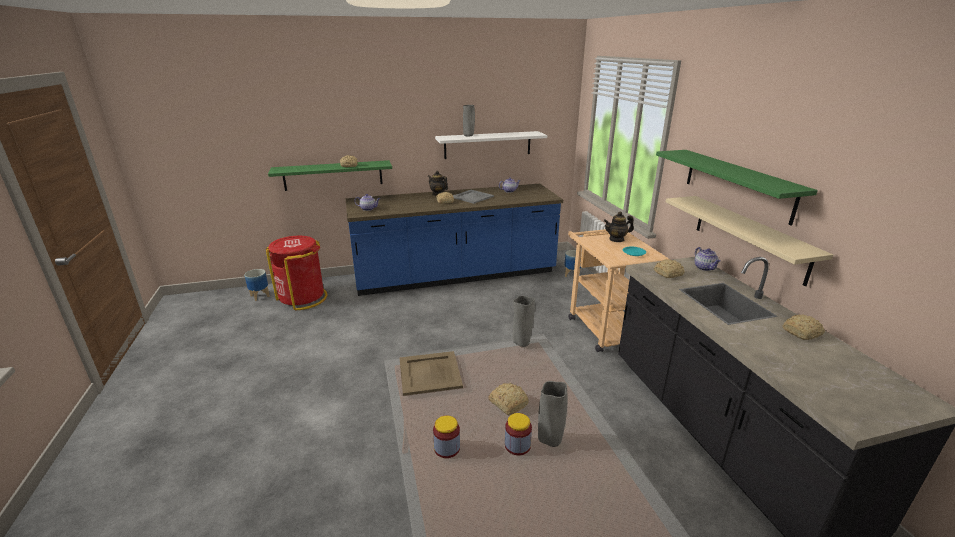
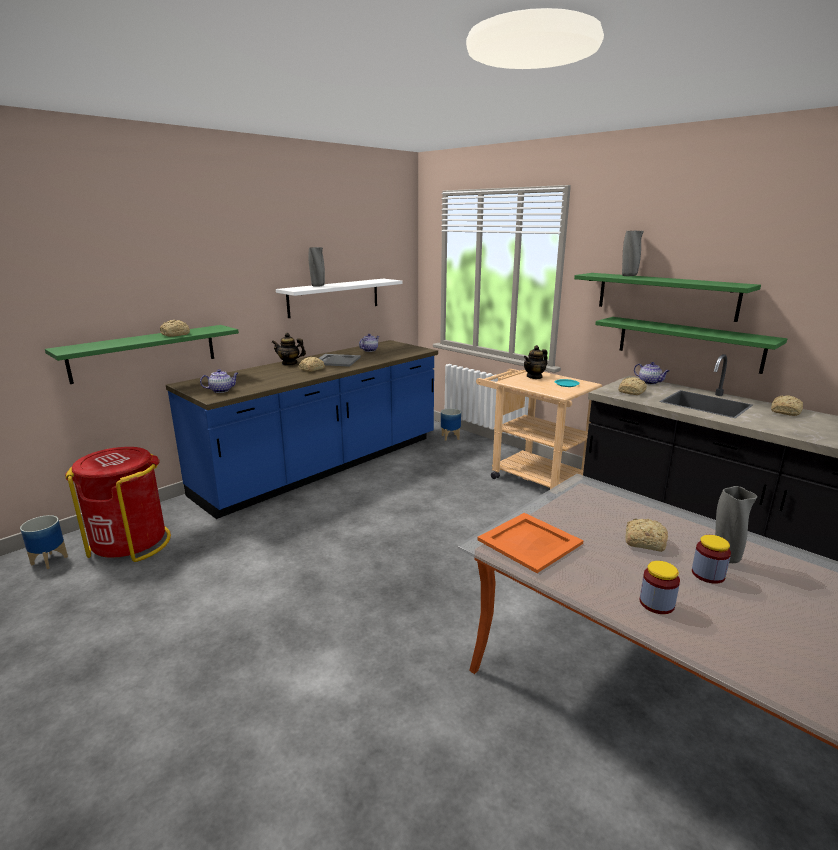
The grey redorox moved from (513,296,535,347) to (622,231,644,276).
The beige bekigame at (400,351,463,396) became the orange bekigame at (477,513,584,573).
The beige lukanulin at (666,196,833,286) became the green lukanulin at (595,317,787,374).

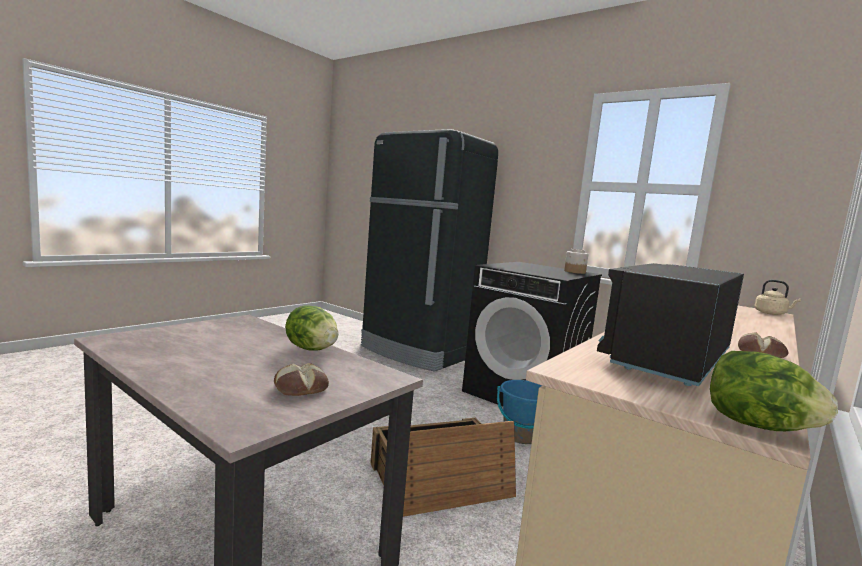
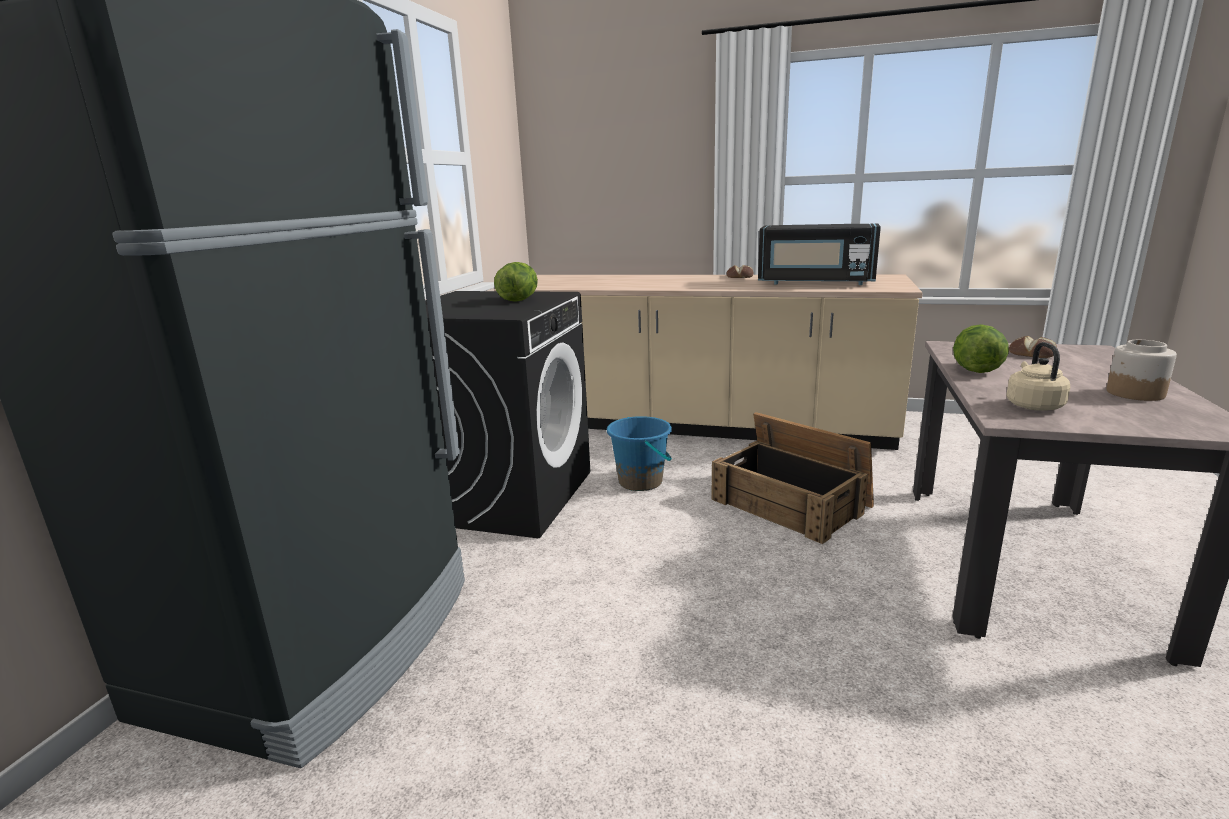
The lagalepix moved from (564,249,588,274) to (1106,340,1177,401).
The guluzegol moved from (710,351,838,431) to (494,262,538,302).
The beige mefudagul moved from (755,280,801,315) to (1006,342,1070,411).

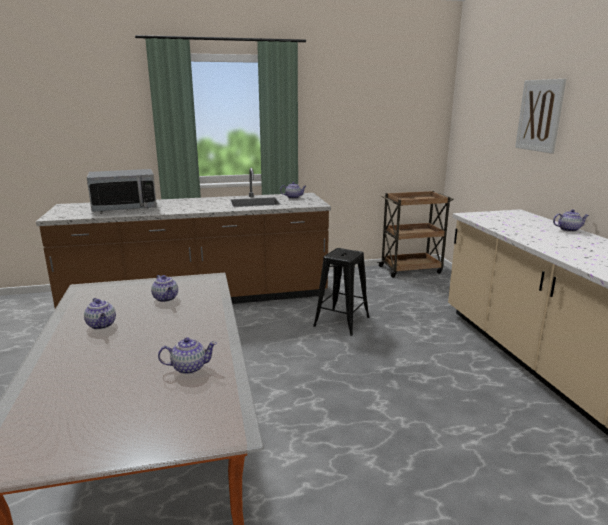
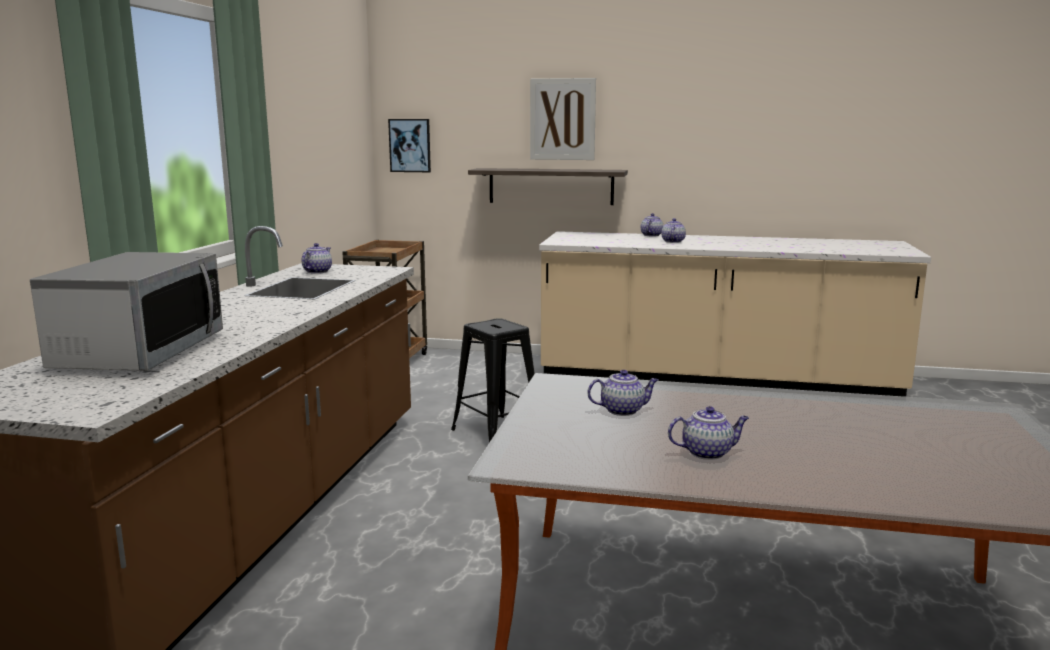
The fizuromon at (388,119,431,172) appeared.
The lukanulin at (468,168,628,205) appeared.
The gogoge moved from (158,337,217,374) to (661,218,686,243).

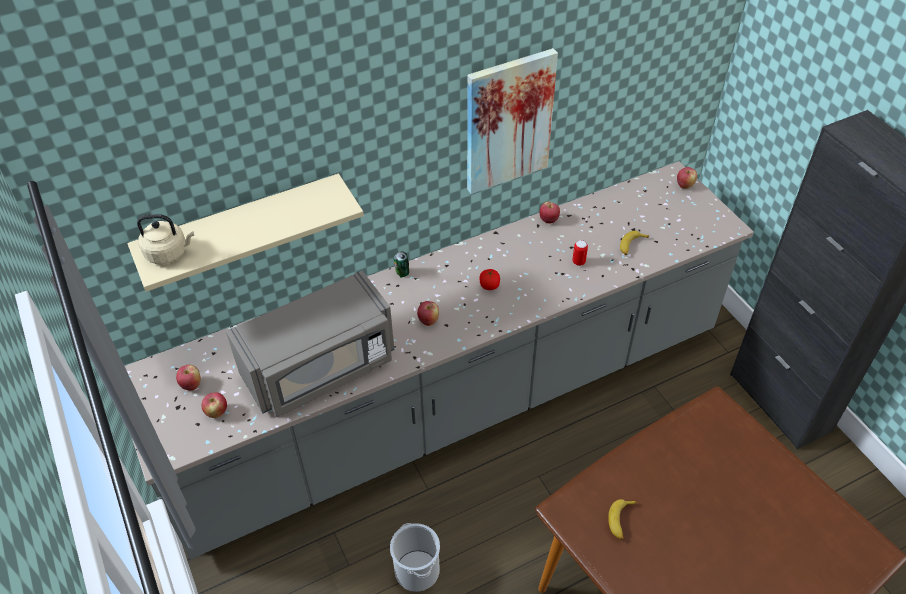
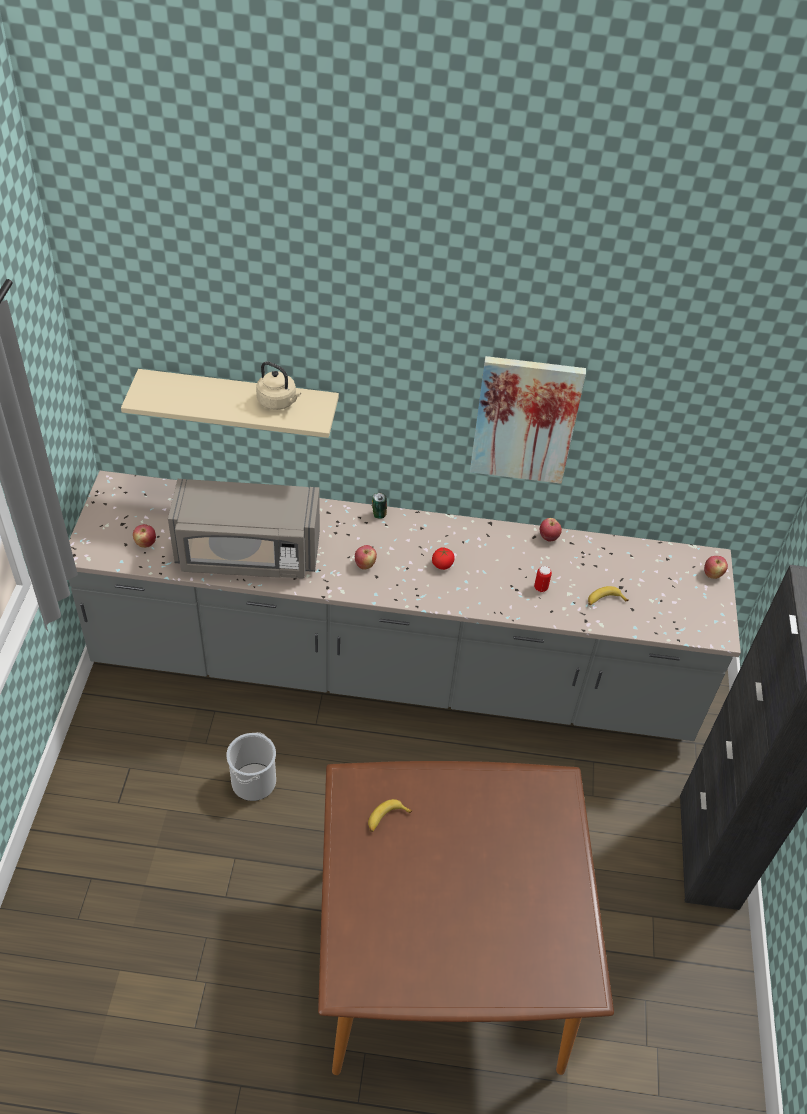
The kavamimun at (176,365,201,391) disappeared.
The beige mefudagul moved from (137,214,194,264) to (256,361,301,410).

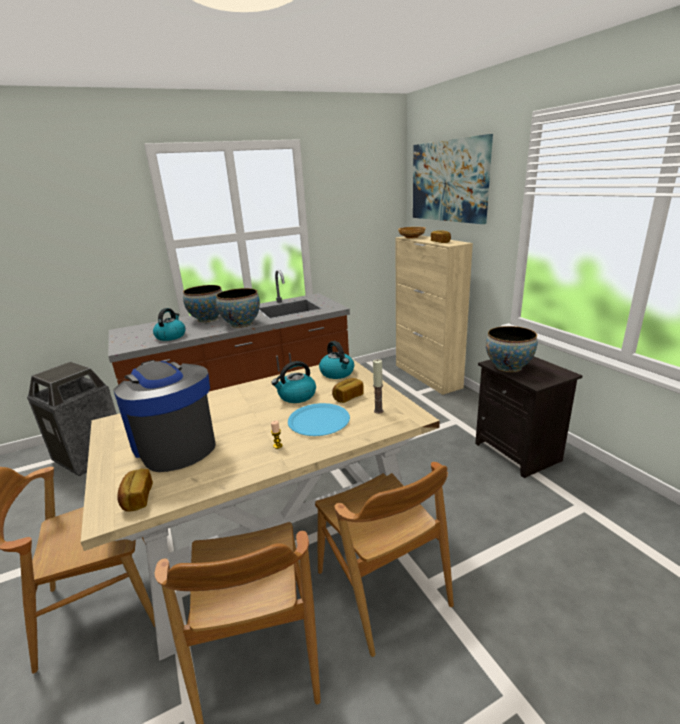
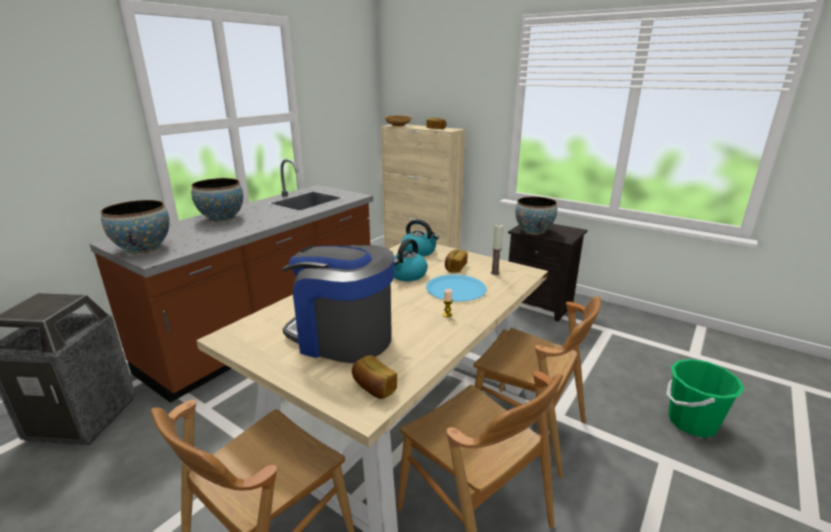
The mefudagul at (153,308,186,341) disappeared.
The fizuromon at (413,134,493,224) disappeared.
The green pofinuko at (666,359,745,438) appeared.
The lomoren moved from (216,288,260,328) to (100,200,169,254).

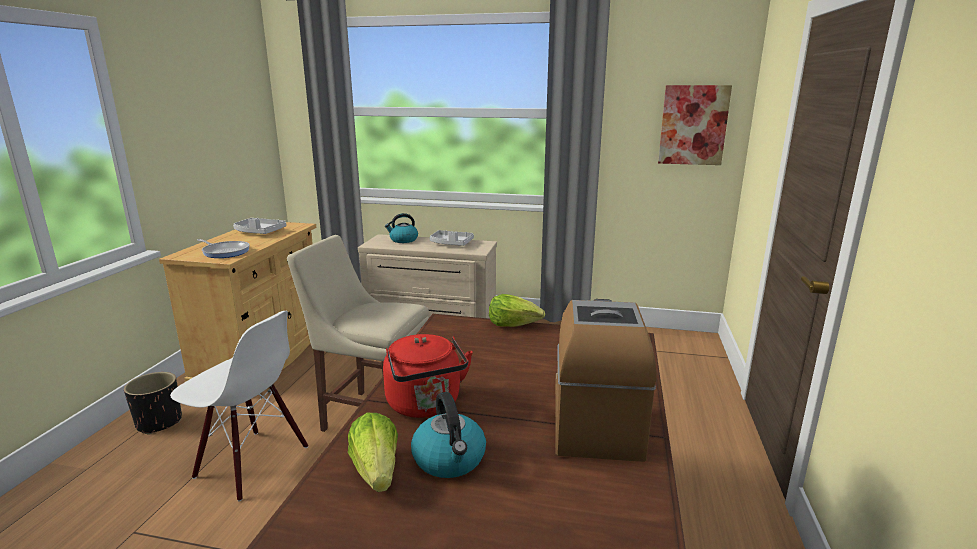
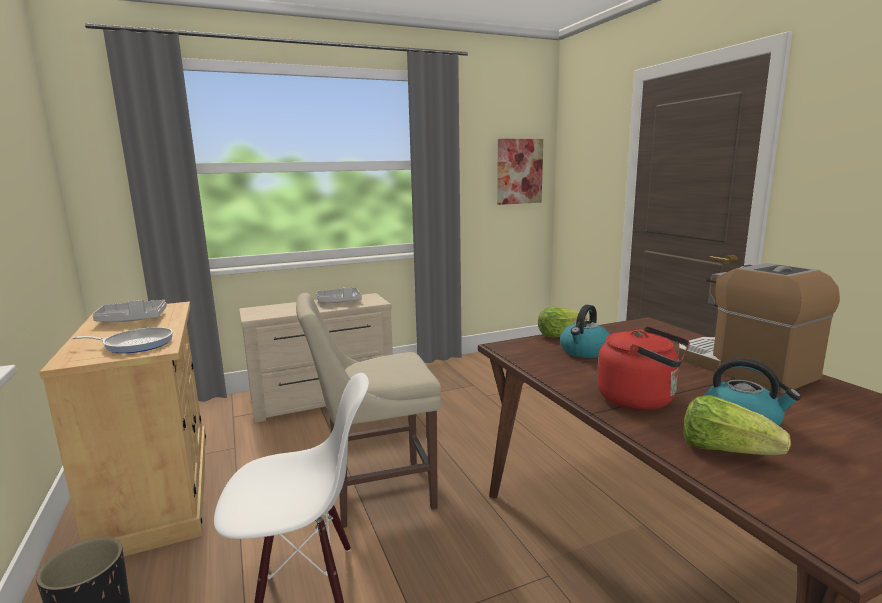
The mefudagul moved from (385,213,418,243) to (560,305,610,358).

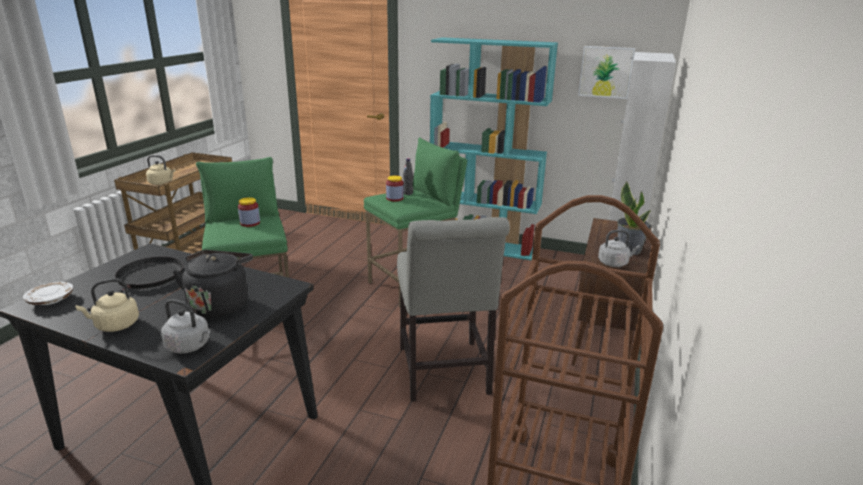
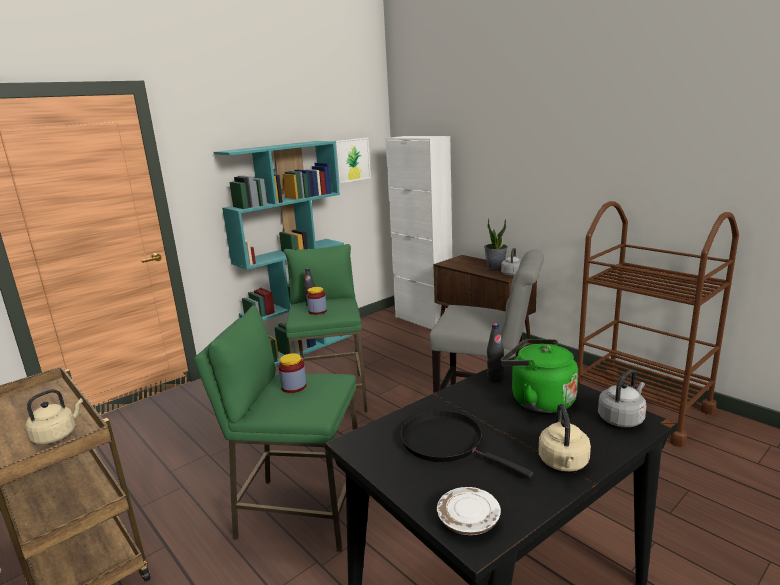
The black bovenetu at (487,323,504,381) appeared.
The black mefudagul at (173,250,253,318) became the green mefudagul at (501,339,578,413).

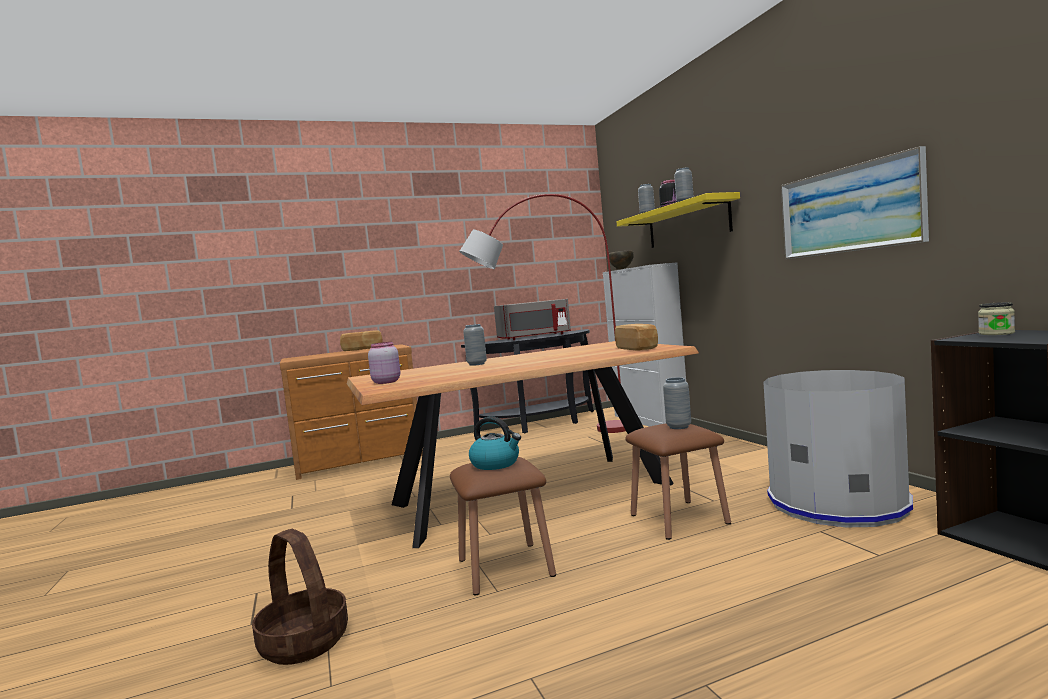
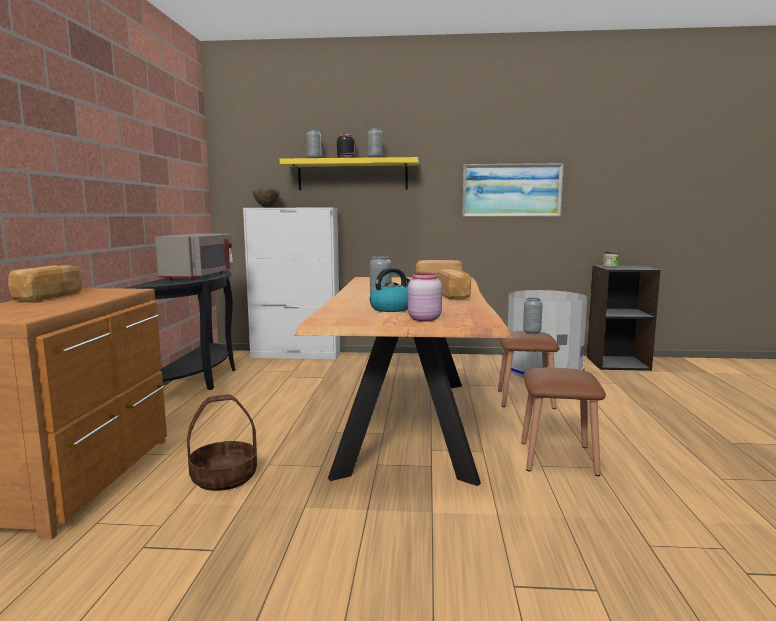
The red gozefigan at (459,194,626,433) disappeared.
The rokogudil at (437,269,471,299) appeared.
The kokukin moved from (252,529,348,665) to (187,395,257,491).
The mefudagul moved from (469,416,521,470) to (370,268,410,312).

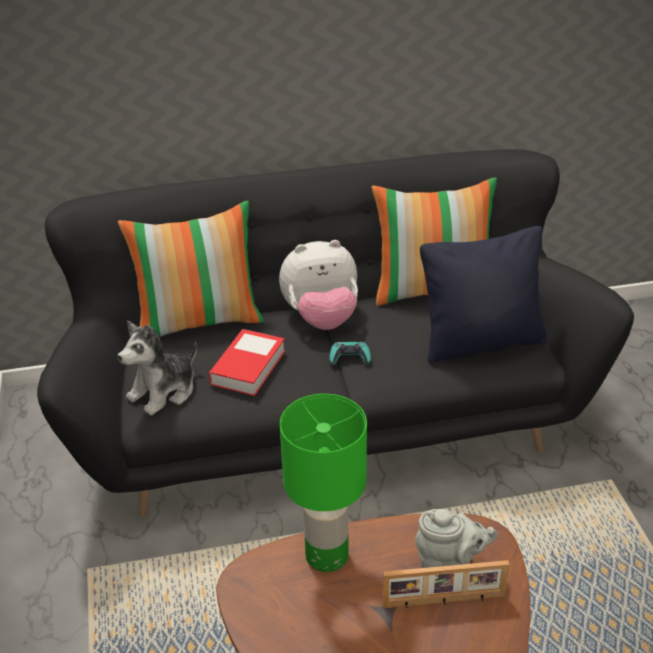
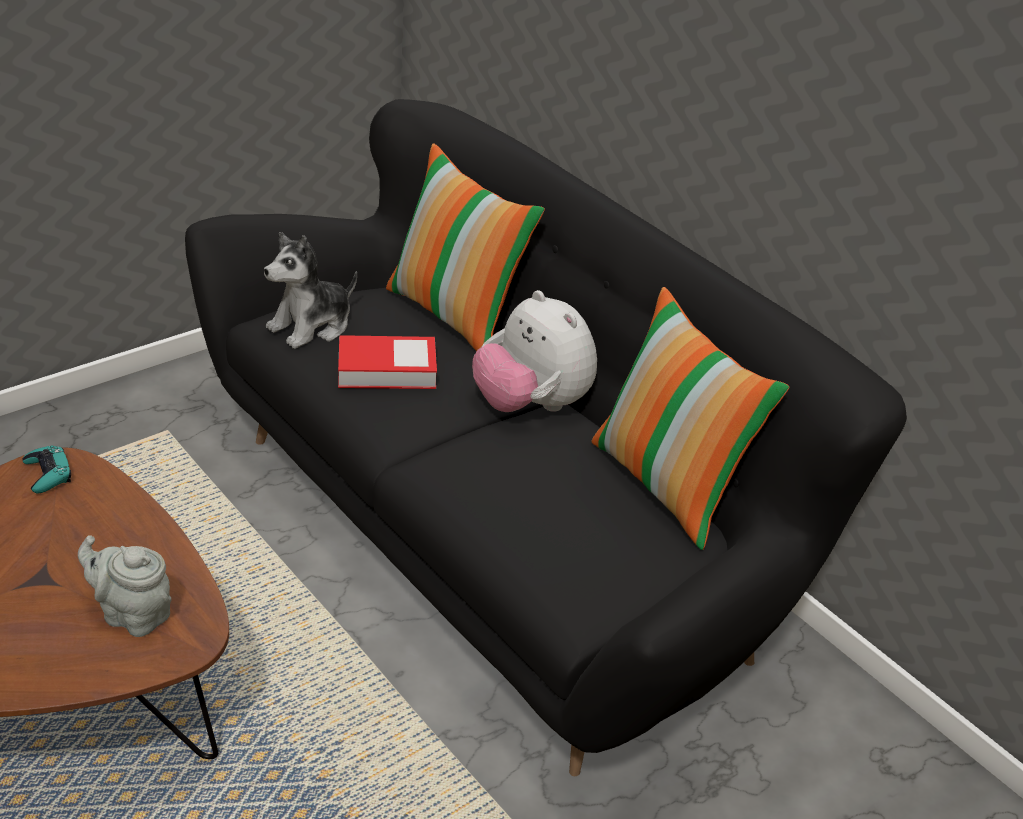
The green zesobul at (280,394,367,572) disappeared.
The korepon at (382,560,509,608) disappeared.
The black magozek at (420,226,547,363) disappeared.
The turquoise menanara moved from (329,342,371,365) to (22,445,71,493).
The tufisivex at (118,321,197,416) turned 60 degrees counterclockwise.
The grey gogoge at (415,509,498,568) turned 135 degrees clockwise.

